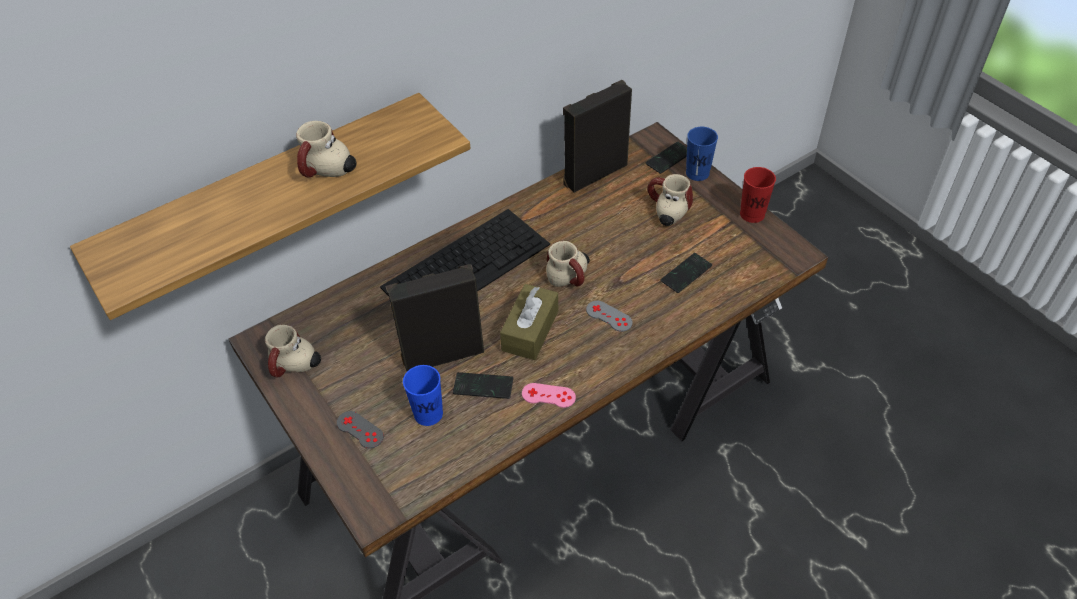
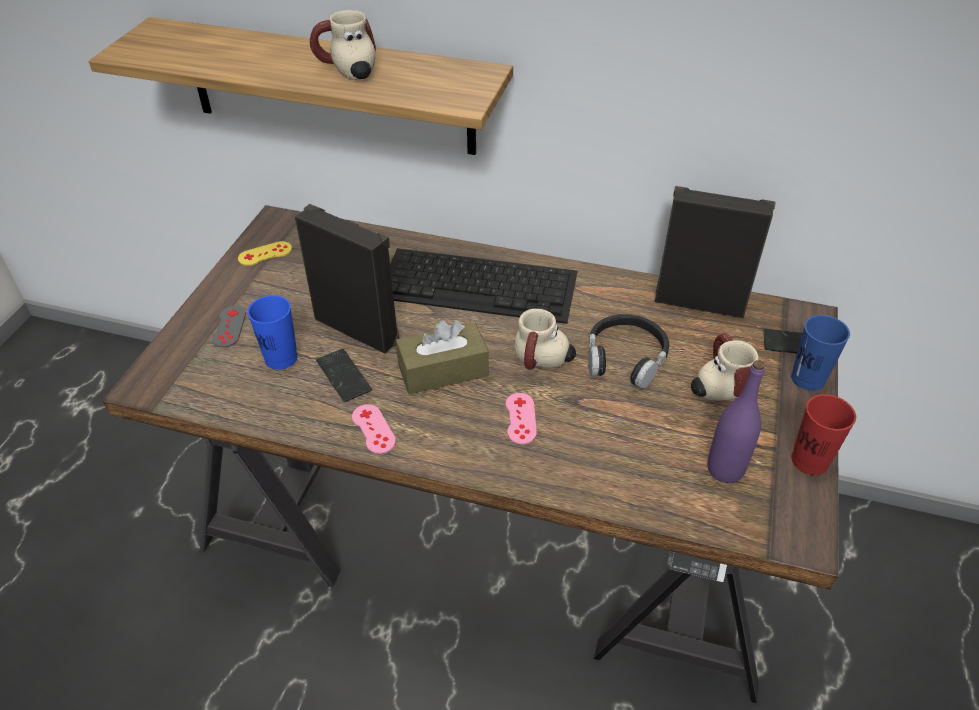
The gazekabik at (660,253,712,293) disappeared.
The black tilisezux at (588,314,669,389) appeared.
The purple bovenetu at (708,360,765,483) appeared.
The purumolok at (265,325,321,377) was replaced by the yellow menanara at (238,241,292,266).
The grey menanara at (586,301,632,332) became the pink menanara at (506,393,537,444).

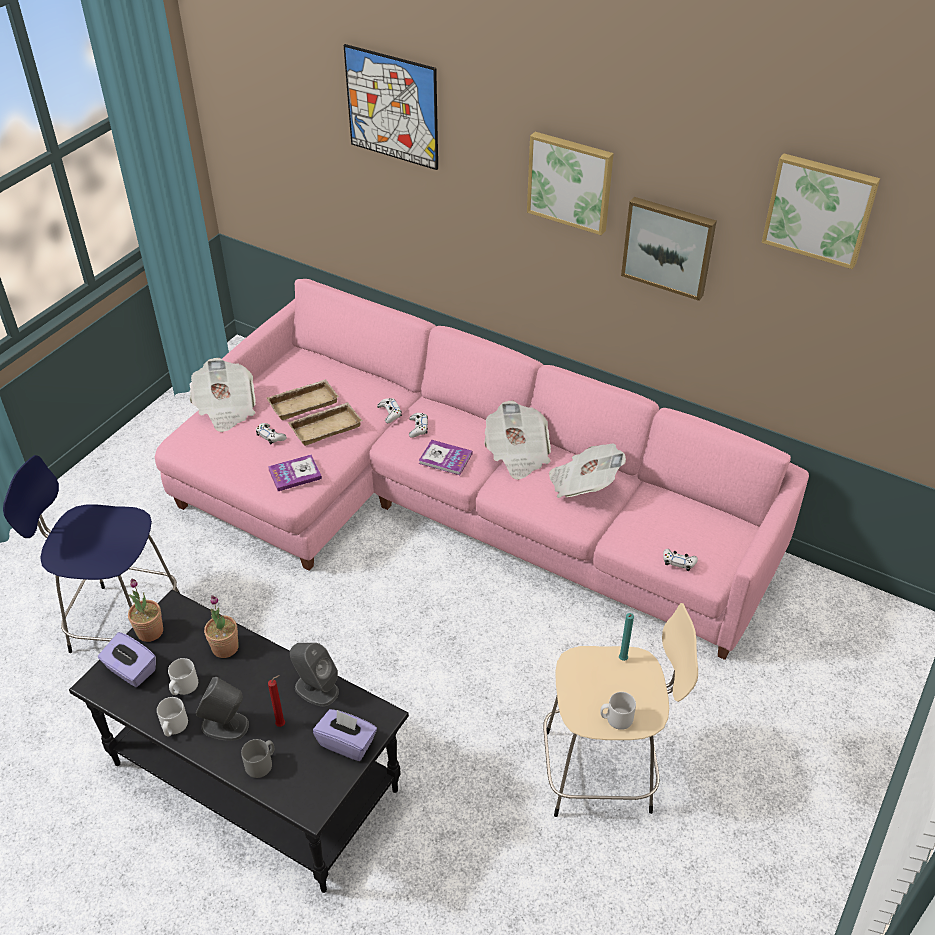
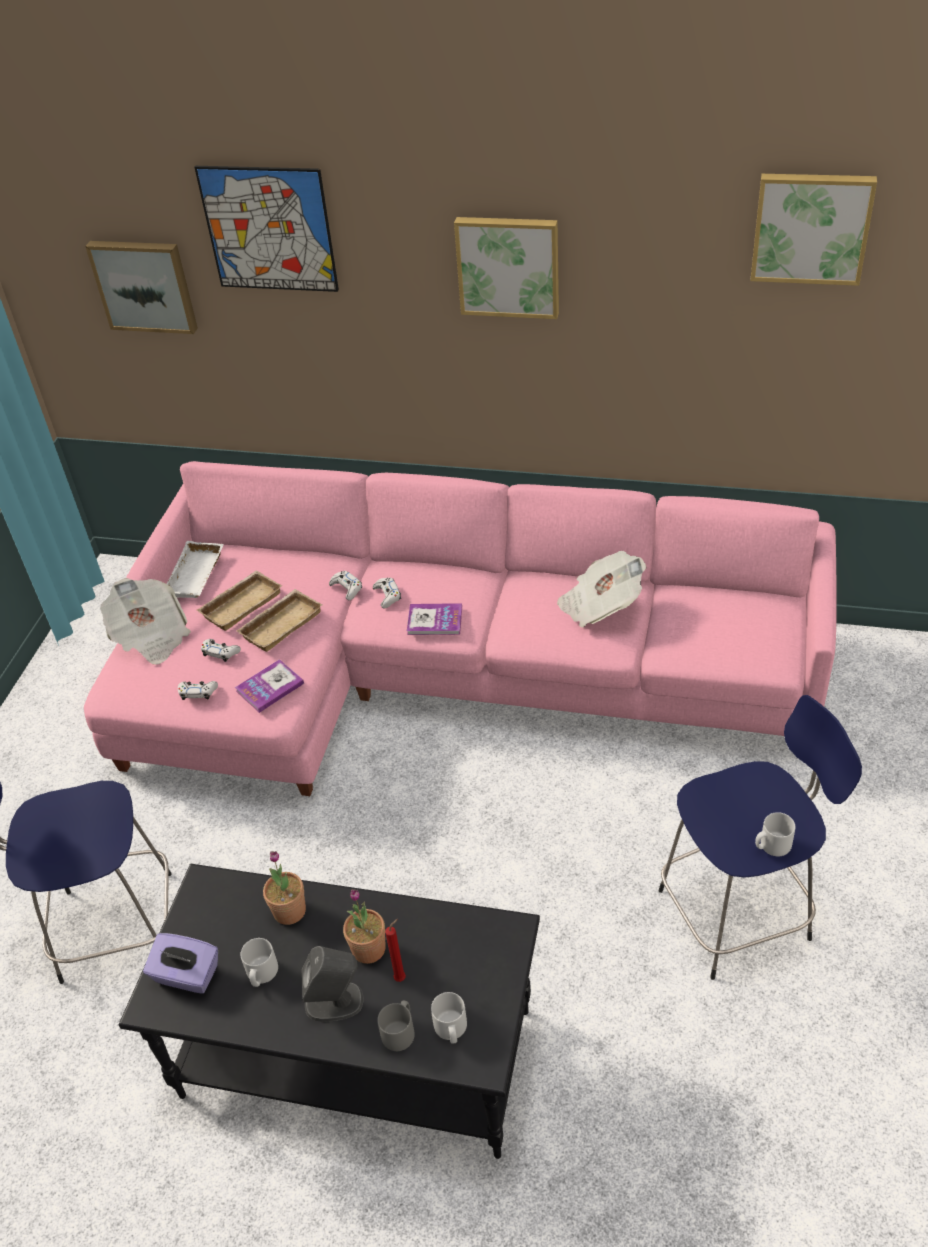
The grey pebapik at (290,643,339,706) disappeared.
The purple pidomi at (313,709,377,761) disappeared.
The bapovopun at (484,401,551,480) disappeared.
The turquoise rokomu at (619,613,634,661) disappeared.
The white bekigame at (167,541,224,598) appeared.
The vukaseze moved from (128,578,163,642) to (343,889,386,964).
The grey purumolok moved from (157,697,188,736) to (431,992,467,1044).
The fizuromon moved from (621,197,717,301) to (85,241,198,334).
The white menanara moved from (663,549,698,571) to (178,681,218,700).
The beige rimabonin at (543,603,698,817) became the blue rimabonin at (659,695,862,980).

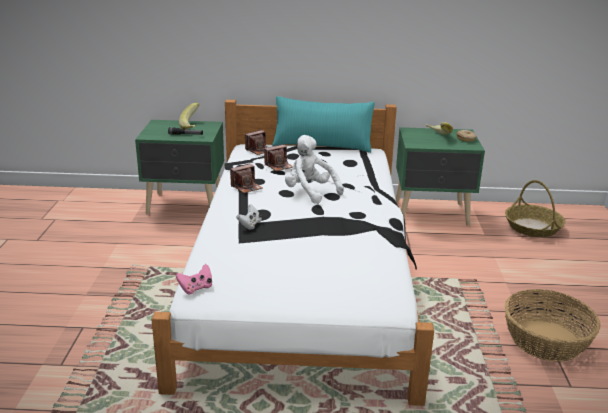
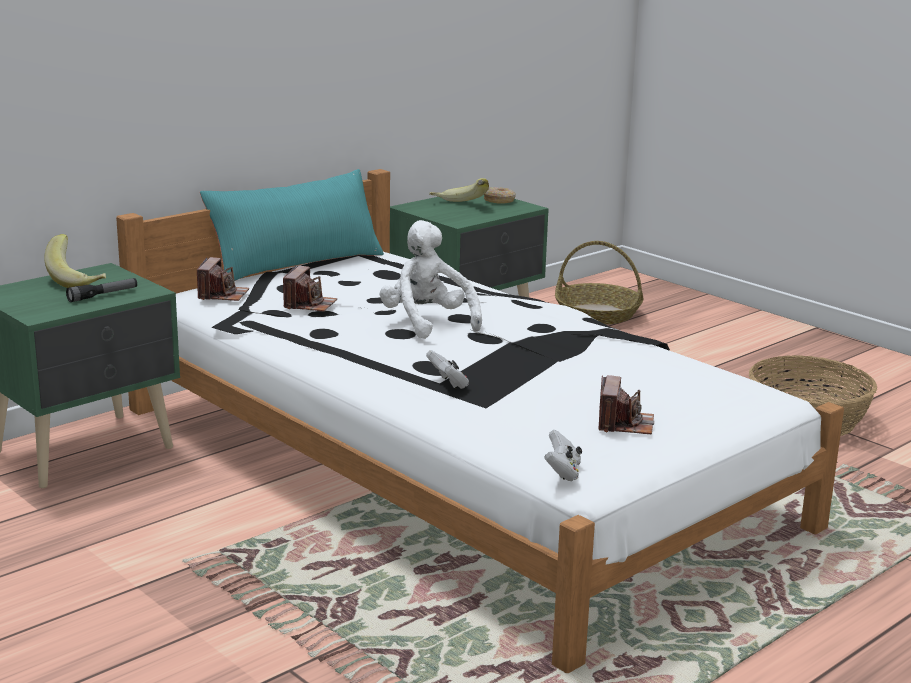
The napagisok moved from (230,163,263,193) to (598,375,654,434).
The pink menanara at (176,264,212,294) became the white menanara at (544,430,582,481).
The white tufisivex at (285,135,344,204) turned 60 degrees clockwise.

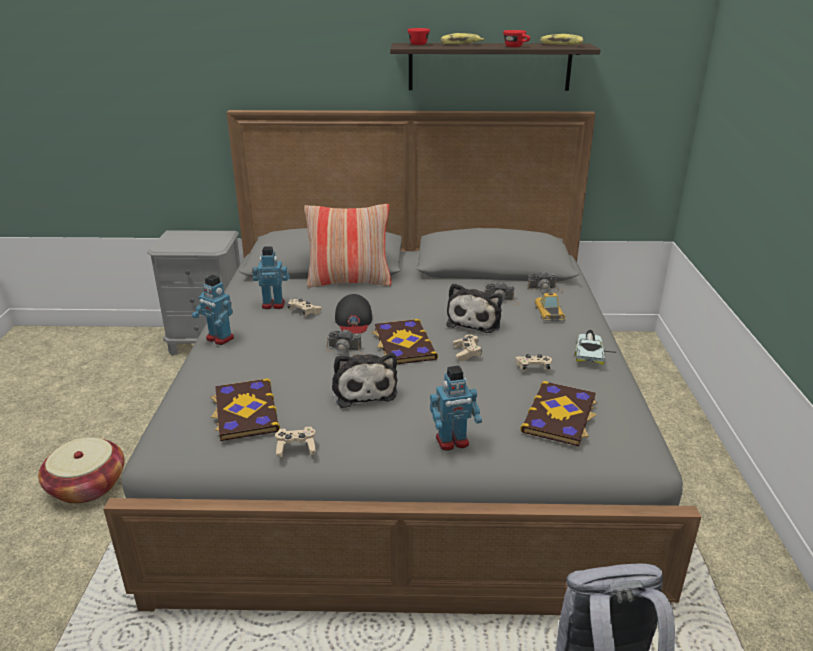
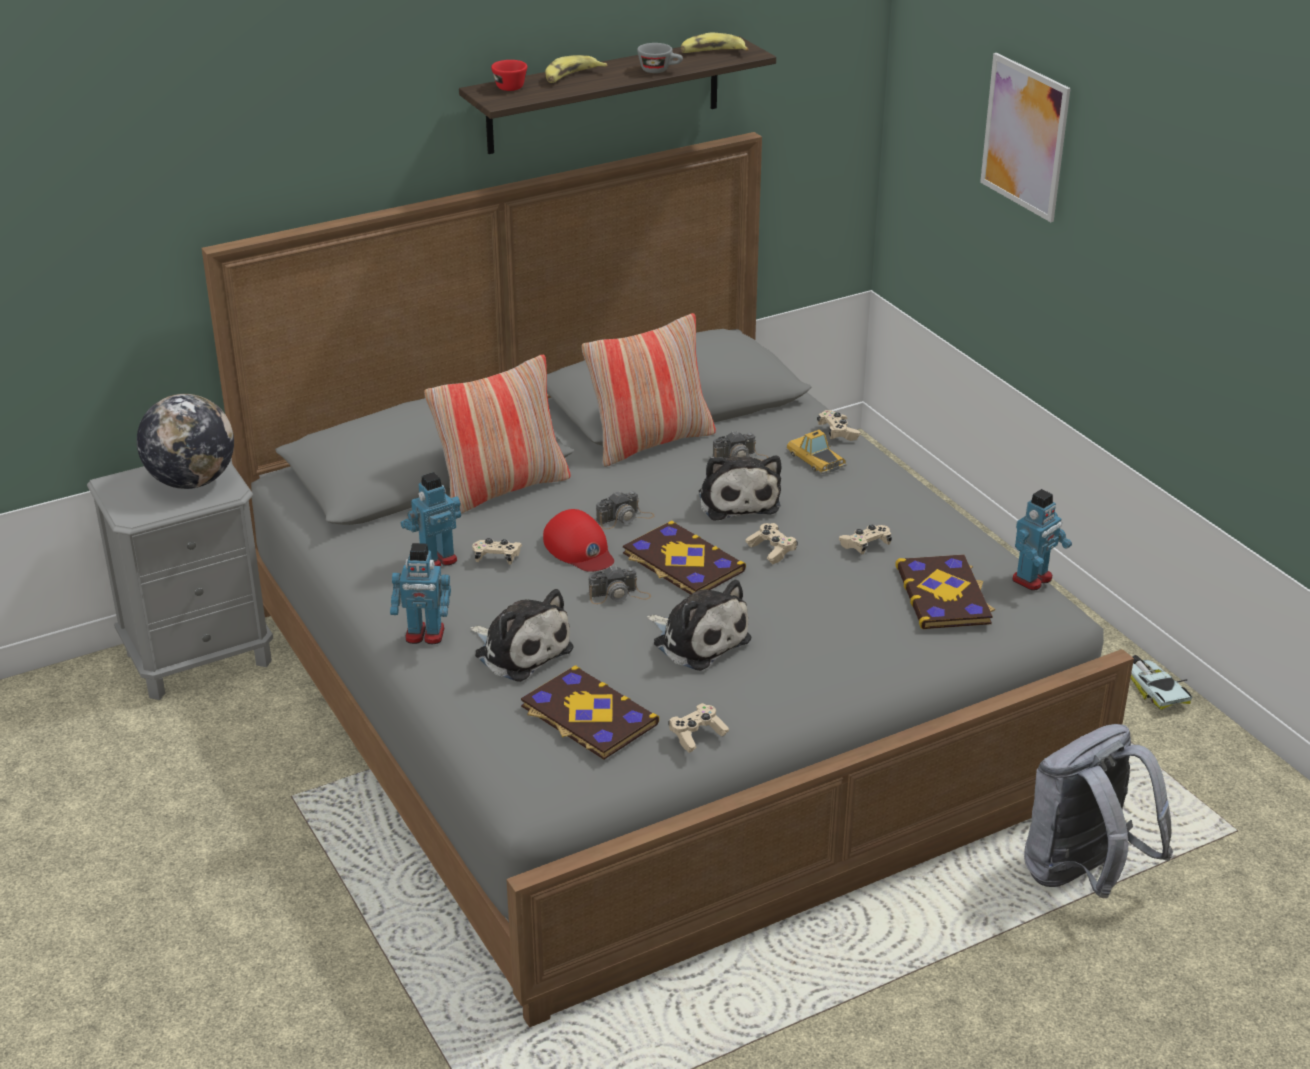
The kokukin at (38,437,124,504) disappeared.
The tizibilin at (137,394,234,489) appeared.
The tufisivex at (470,589,574,682) appeared.
The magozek at (582,313,716,467) appeared.
The beige menanara at (817,410,860,441) appeared.
The fizuromon at (980,53,1071,222) appeared.
The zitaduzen moved from (430,366,482,451) to (1012,489,1072,591).
The napagisok moved from (528,271,564,292) to (596,491,655,529).
The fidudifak moved from (574,330,616,365) to (1130,655,1193,710).
The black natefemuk at (335,294,372,334) became the red natefemuk at (543,509,614,572).
The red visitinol at (503,30,530,47) became the grey visitinol at (637,43,683,73).

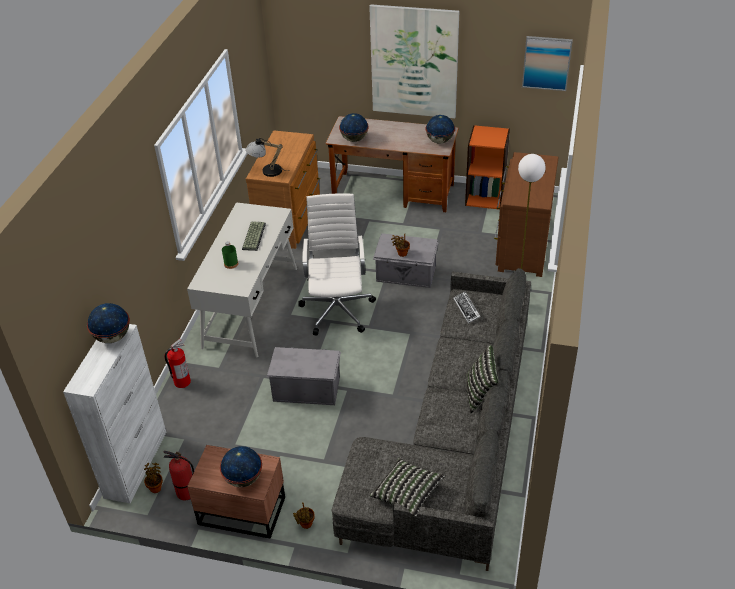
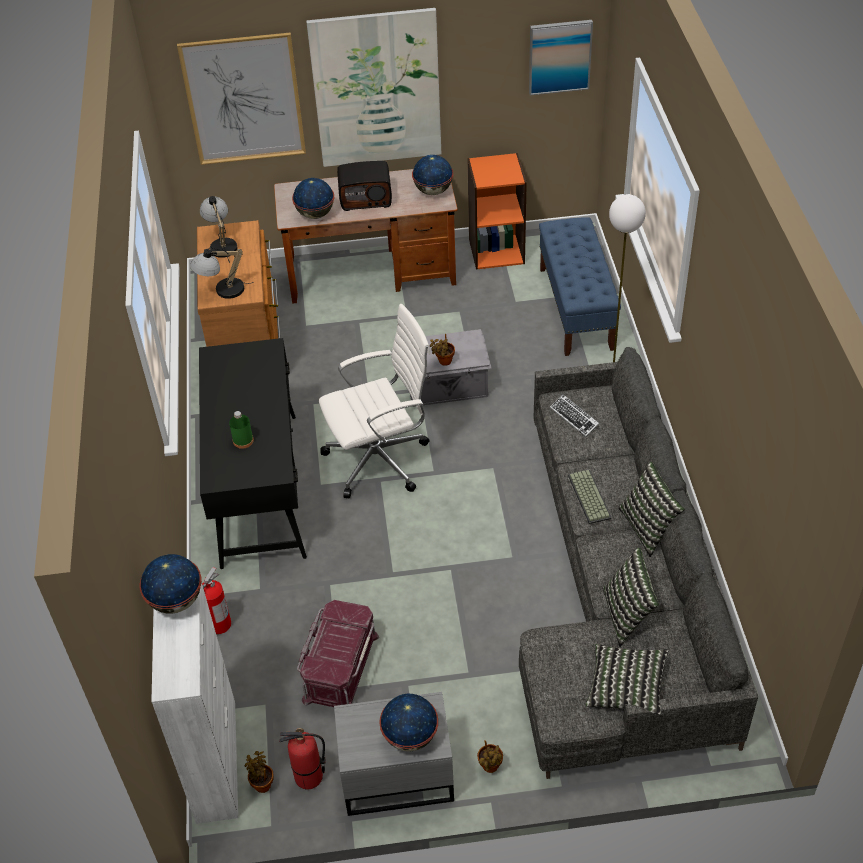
The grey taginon at (267,347,341,405) disappeared.
The fizuromon at (177,32,306,165) appeared.
The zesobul at (200,196,237,263) appeared.
The red taginon at (297,600,379,707) appeared.
The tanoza at (337,161,392,211) appeared.
The magozek at (602,548,659,647) appeared.
The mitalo moved from (242,221,266,251) to (568,470,612,524).
The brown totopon at (494,152,559,277) was replaced by the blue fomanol at (539,217,621,356).
The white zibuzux at (187,202,297,357) became the black zibuzux at (199,338,307,569).
The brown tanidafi at (187,445,285,539) became the grey tanidafi at (334,692,454,816).
The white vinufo at (298,193,376,335) turned 90 degrees clockwise.

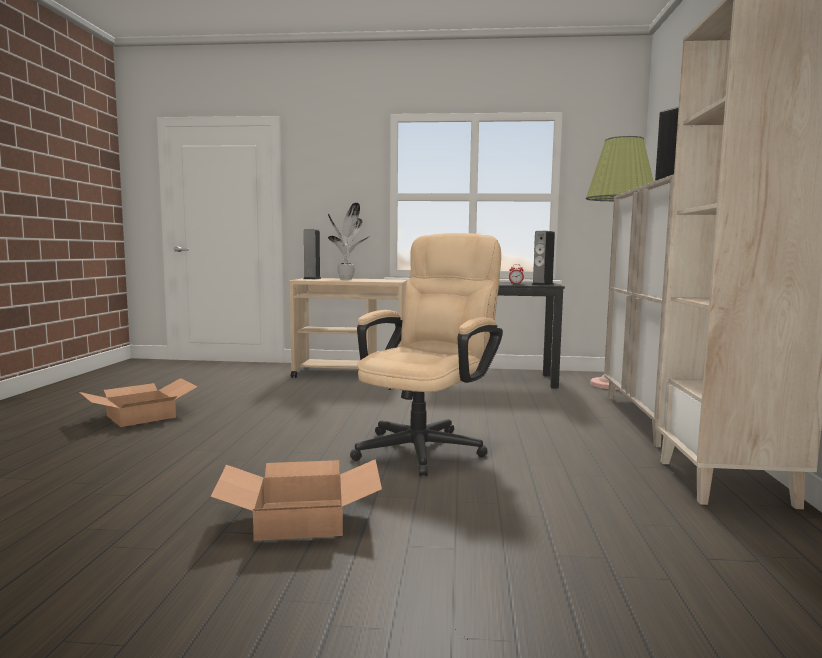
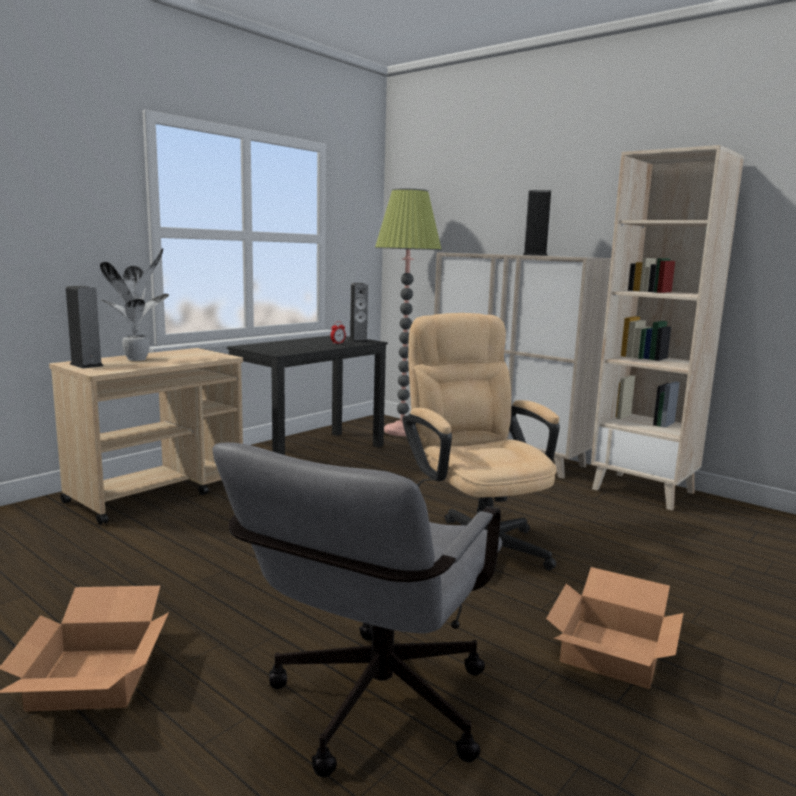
The grey vinufo at (212,442,502,777) appeared.

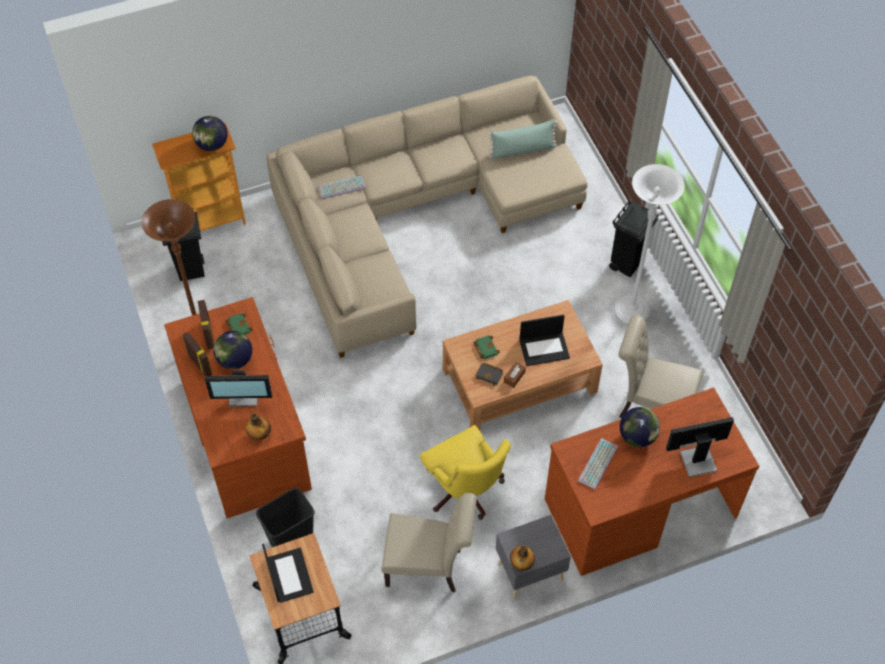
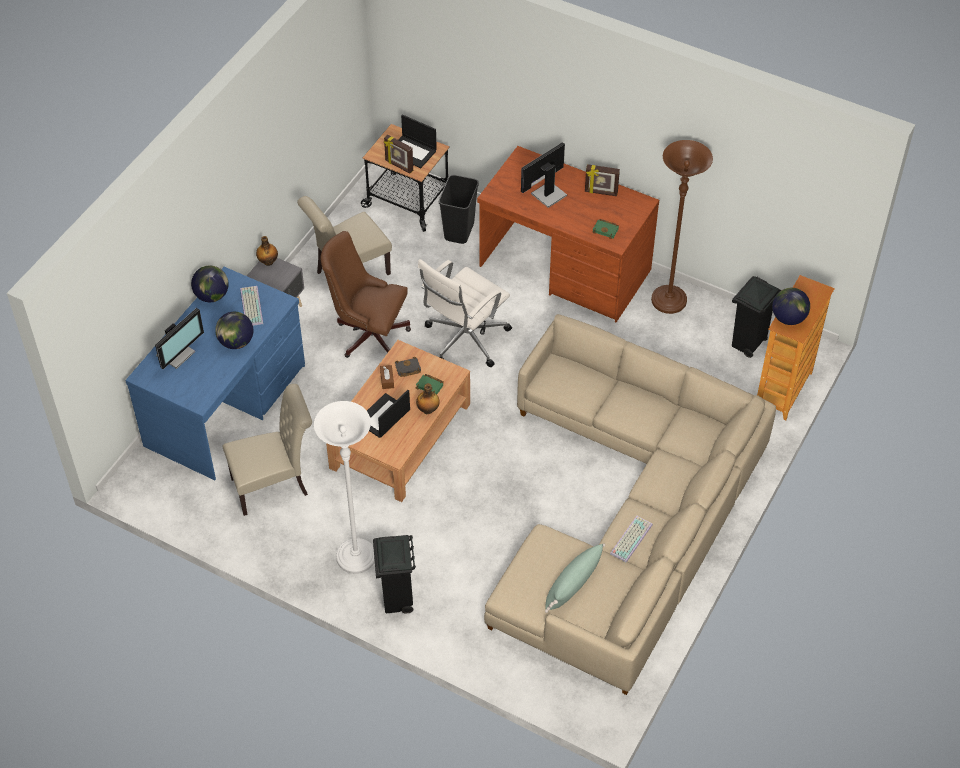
The white vinufo at (418,259,512,367) appeared.
The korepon moved from (198,300,214,349) to (384,135,413,174).
The tizibilin moved from (213,331,252,369) to (191,265,229,302).
The bovenetu moved from (246,413,271,440) to (416,384,440,414).
The mitalo moved from (318,176,366,199) to (610,516,653,563).
The yellow vinufo at (420,425,511,520) became the brown vinufo at (320,231,411,358).
The brown zibuzux at (545,387,759,576) became the blue zibuzux at (125,267,305,480).

